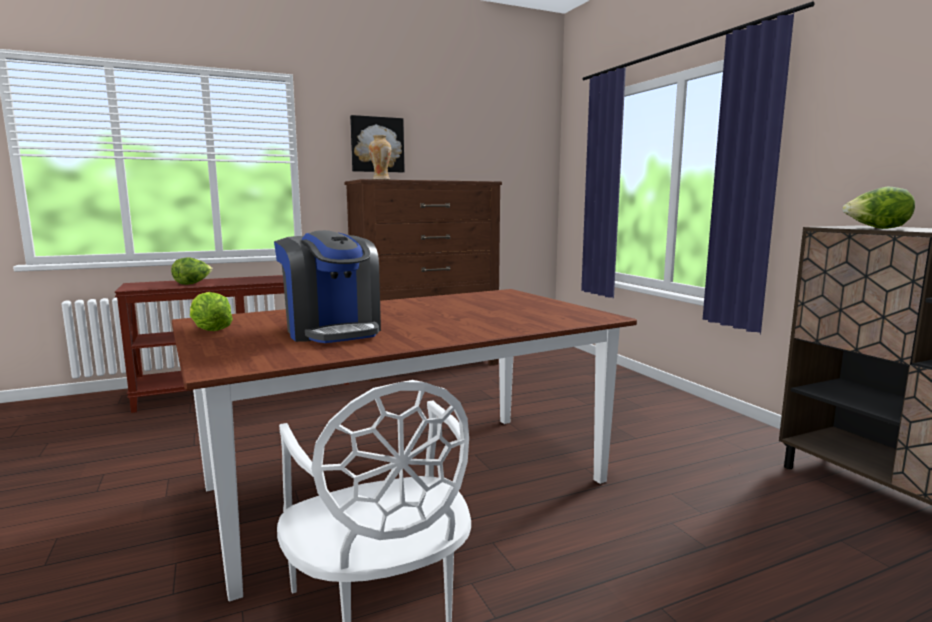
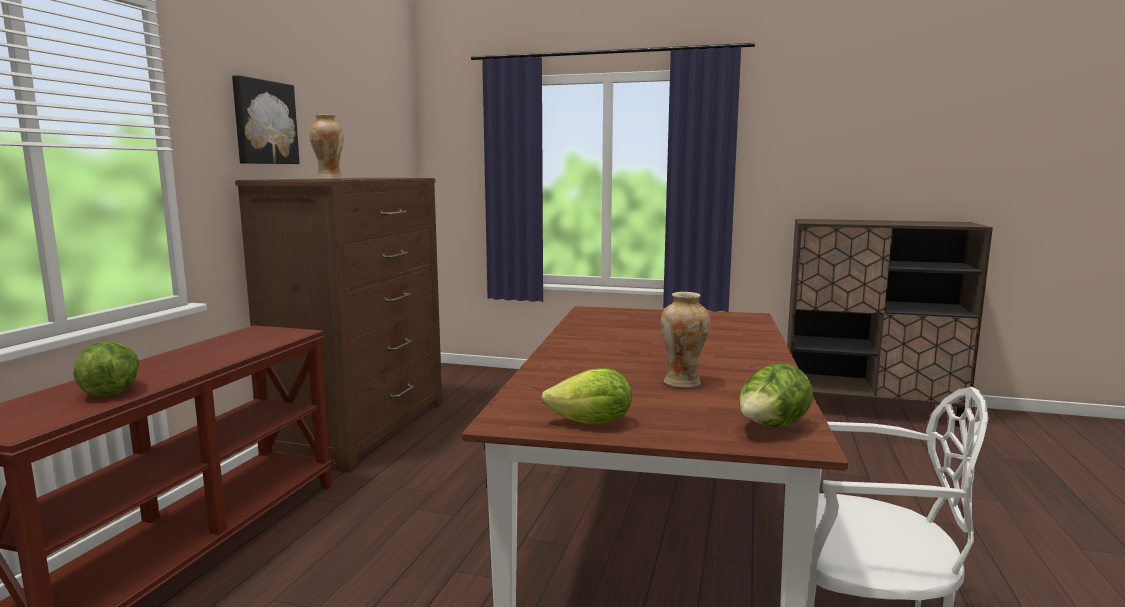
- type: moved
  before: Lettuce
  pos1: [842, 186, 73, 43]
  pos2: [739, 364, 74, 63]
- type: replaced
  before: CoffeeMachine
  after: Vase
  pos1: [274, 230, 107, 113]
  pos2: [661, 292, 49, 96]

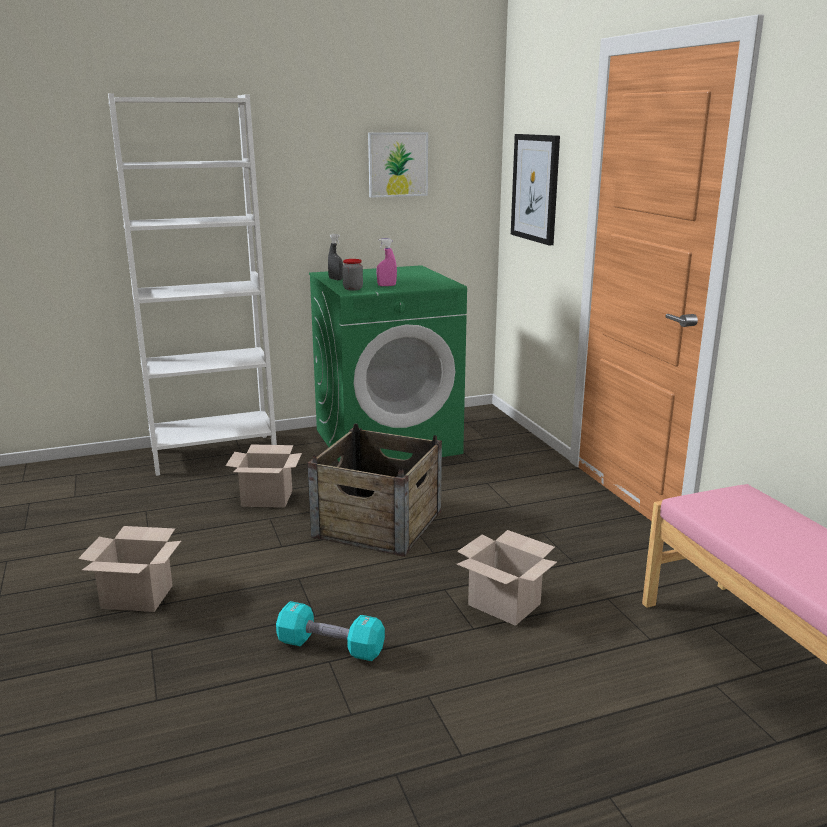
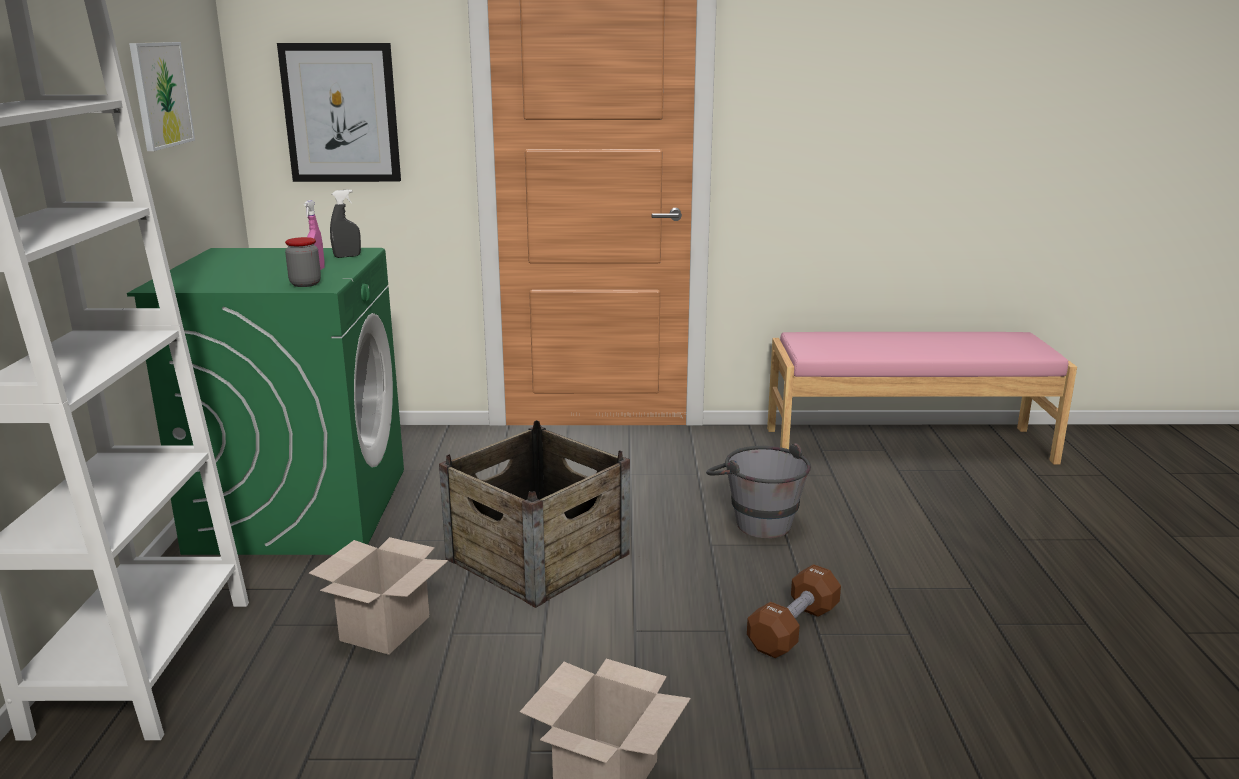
- type: moved
  before: GreySprayBottle
  pos1: [328, 234, 15, 46]
  pos2: [330, 189, 31, 69]
- type: replaced
  before: CardboardBox
  after: GreyBucket
  pos1: [457, 530, 100, 96]
  pos2: [706, 443, 105, 95]
- type: recoloured
  before: TurquoiseDumbbell
  after: BrownDumbbell
  pos1: [276, 601, 109, 60]
  pos2: [747, 564, 94, 94]

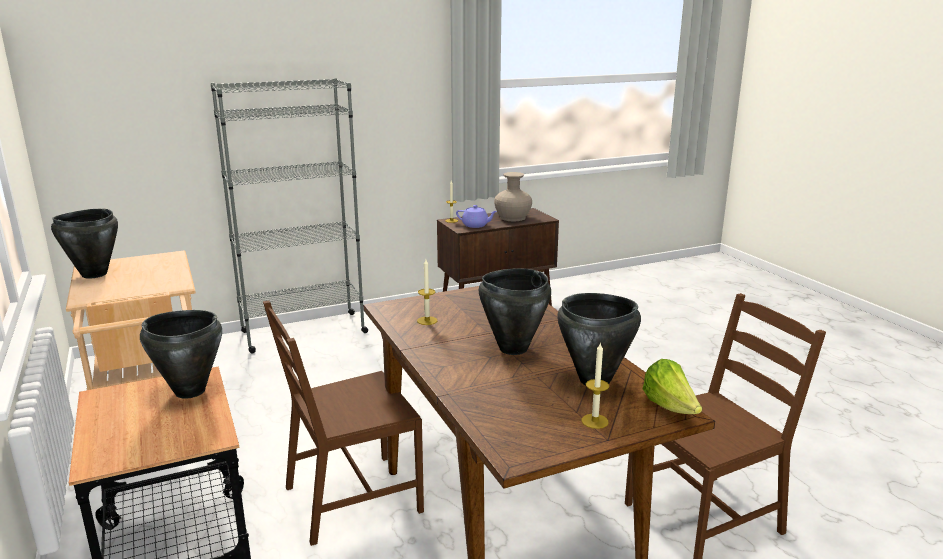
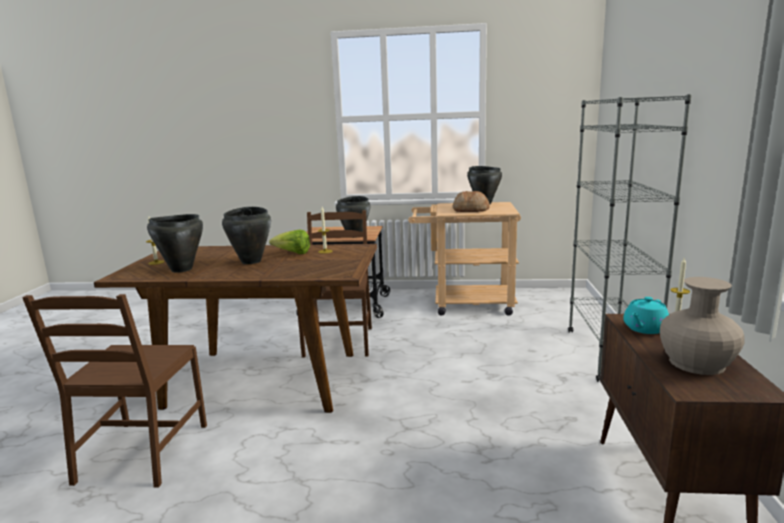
- type: added
  after: Bread
  pos2: [453, 191, 37, 21]
- type: moved
  before: Lettuce
  pos1: [643, 359, 59, 55]
  pos2: [269, 229, 41, 25]
- type: recoloured
  before: PurpleTeapot
  after: TurquoiseTeapot
  pos1: [456, 205, 41, 23]
  pos2: [623, 297, 46, 37]

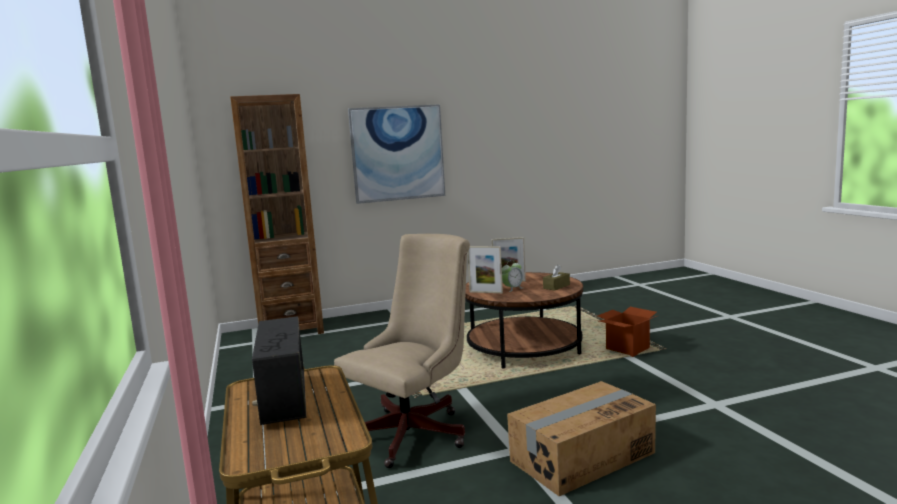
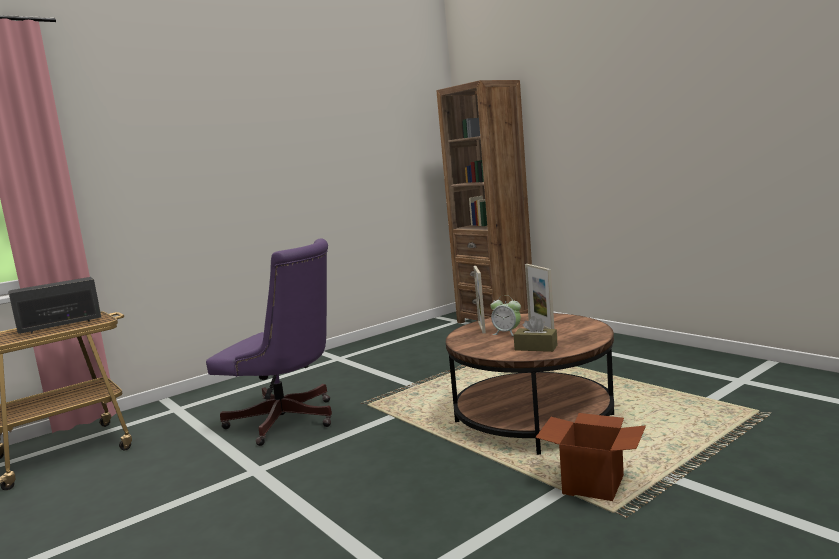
- type: removed
  before: Picture
  pos1: [348, 104, 97, 100]
- type: removed
  before: CardboardBox
  pos1: [507, 381, 149, 115]
- type: recoloured
  before: BeigeOfficeChair
  after: PurpleOfficeChair
  pos1: [334, 234, 136, 234]
  pos2: [206, 238, 126, 208]

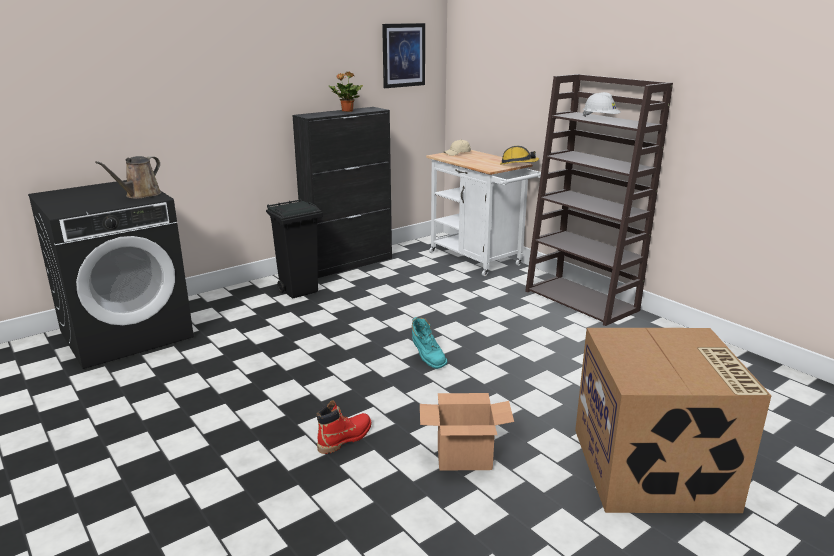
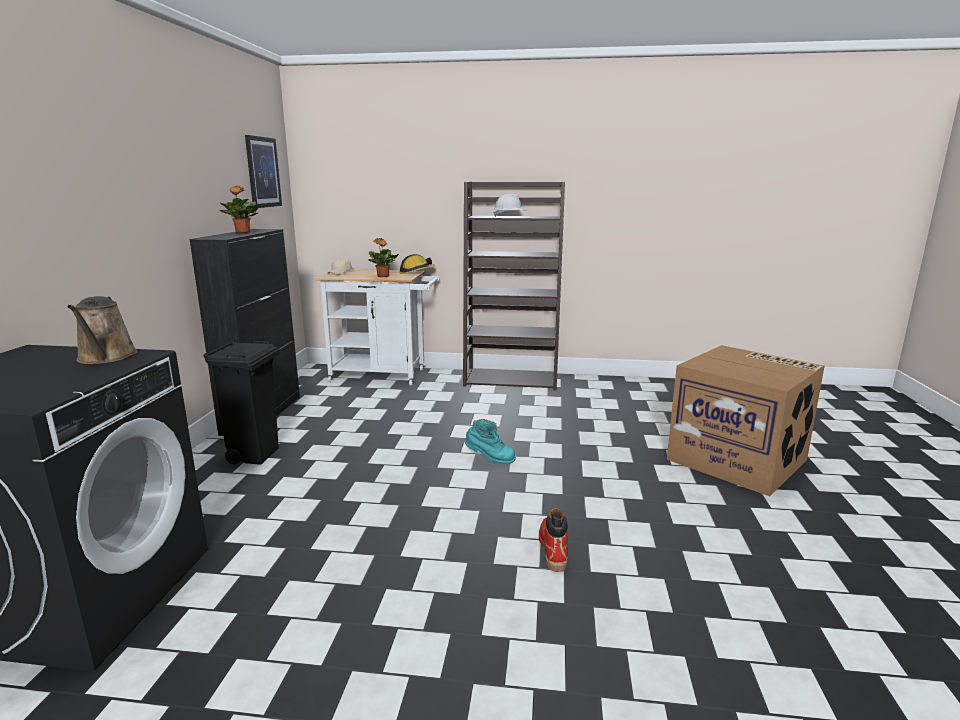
- type: removed
  before: CardboardBox
  pos1: [420, 393, 94, 78]
- type: added
  after: PottedPlant
  pos2: [368, 238, 31, 39]

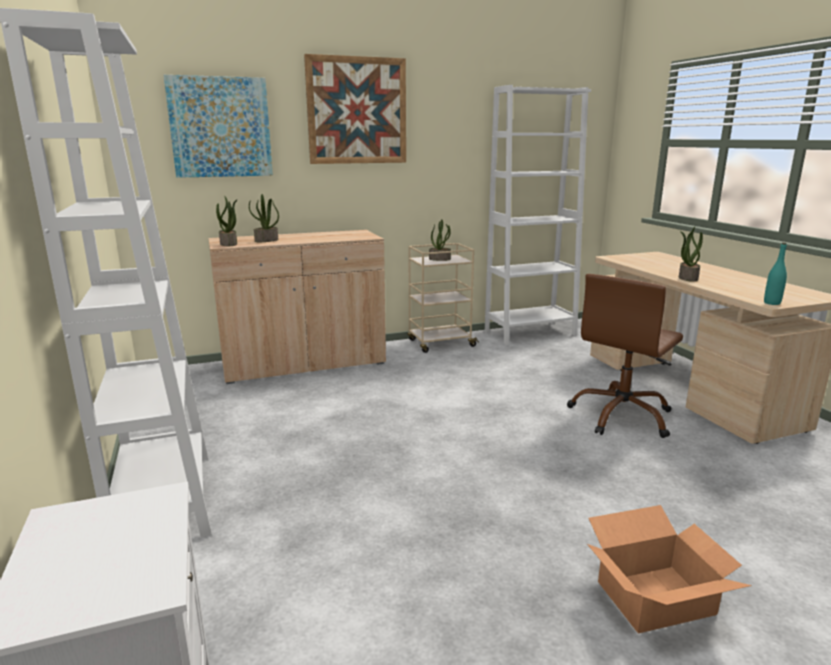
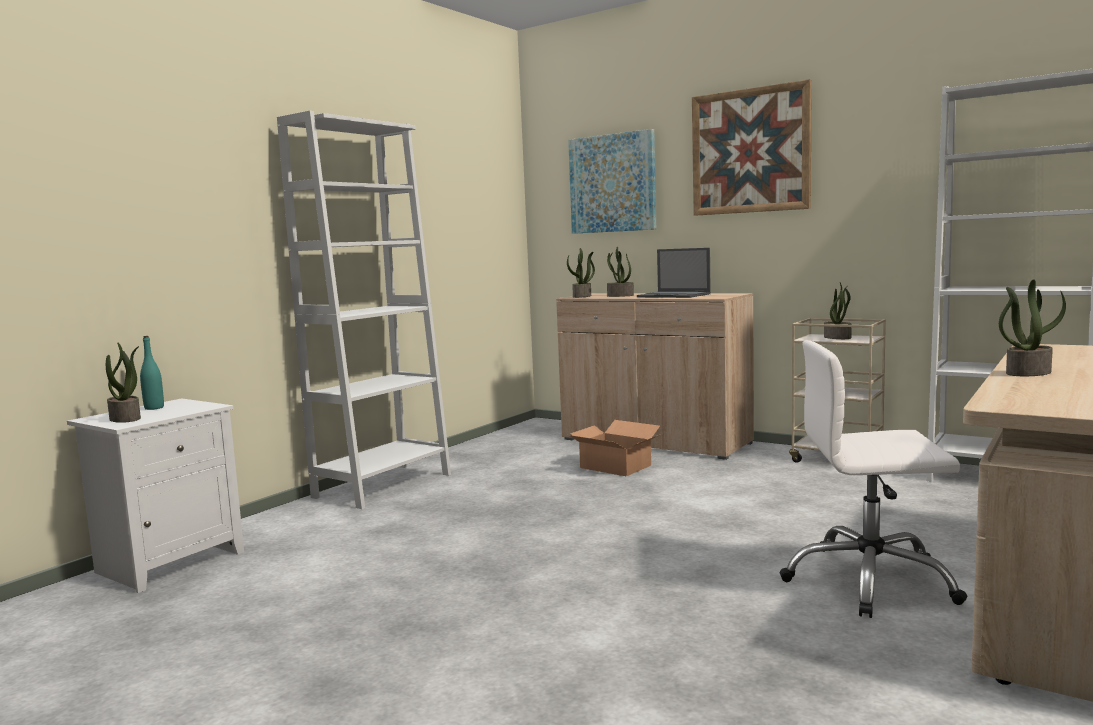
- type: added
  after: PottedPlant
  pos2: [106, 342, 35, 81]
- type: added
  after: Laptop
  pos2: [637, 248, 74, 50]
- type: moved
  before: CardboardBox
  pos1: [587, 505, 165, 129]
  pos2: [568, 420, 92, 56]
- type: moved
  before: TurquoiseBottle
  pos1: [764, 243, 23, 62]
  pos2: [140, 336, 24, 74]
- type: recoloured
  before: BrownOfficeChair
  after: WhiteOfficeChair
  pos1: [567, 274, 116, 164]
  pos2: [780, 340, 187, 278]

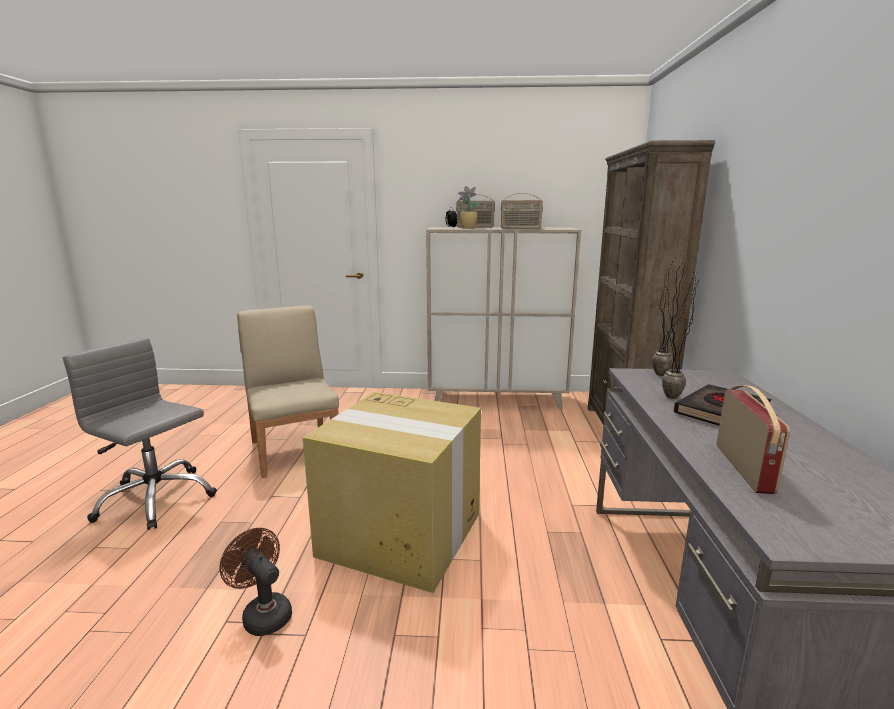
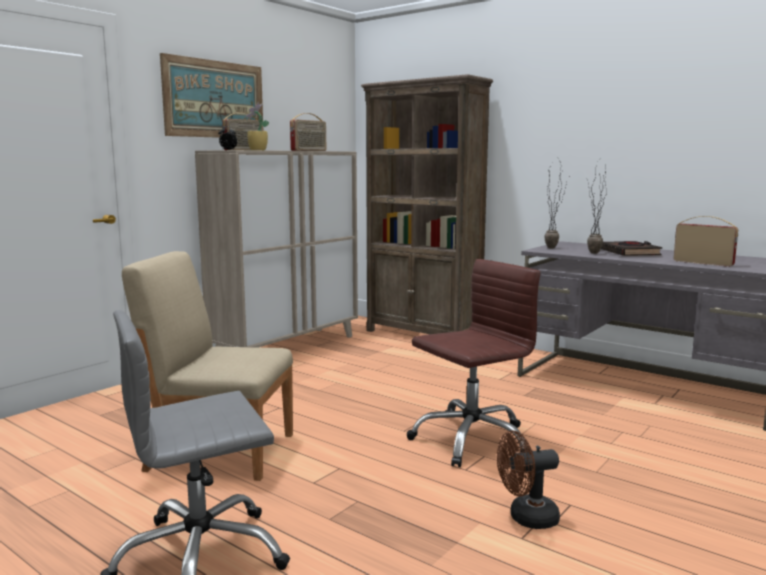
- type: added
  after: Picture
  pos2: [160, 53, 103, 85]
- type: replaced
  before: CardboardBox
  after: BrownOfficeChair
  pos1: [303, 392, 178, 201]
  pos2: [407, 259, 133, 208]

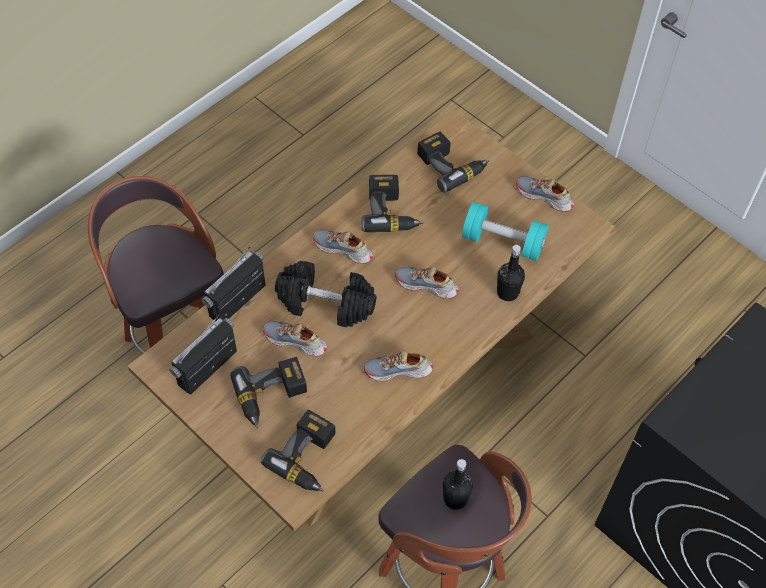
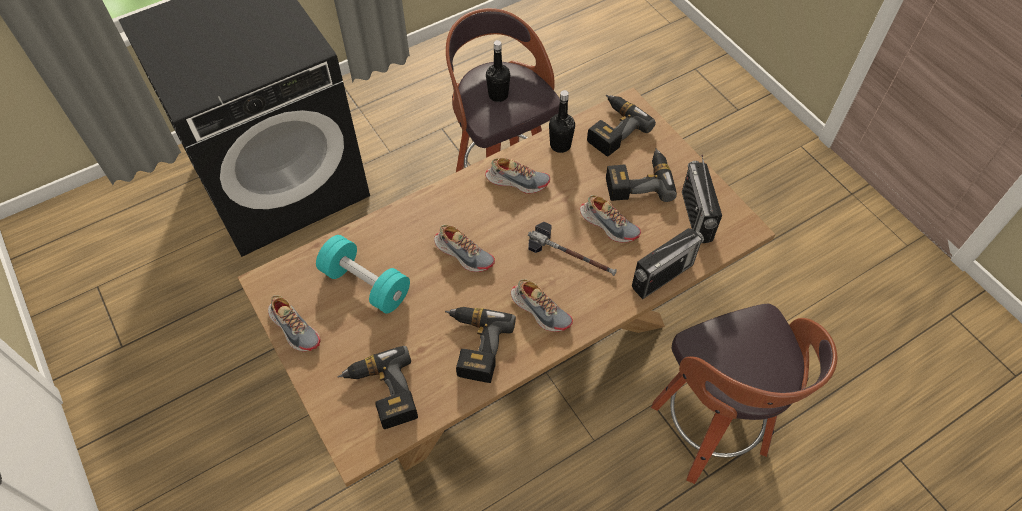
- type: moved
  before: BlackBottle
  pos1: [497, 245, 28, 56]
  pos2: [549, 90, 26, 63]
- type: replaced
  before: BlackDumbbell
  after: Hammer
  pos1: [275, 261, 101, 66]
  pos2: [528, 222, 89, 54]
- type: turned
  before: Radio
  pos1: [169, 315, 68, 79]
  pos2: [682, 155, 40, 88]
  turn: 120

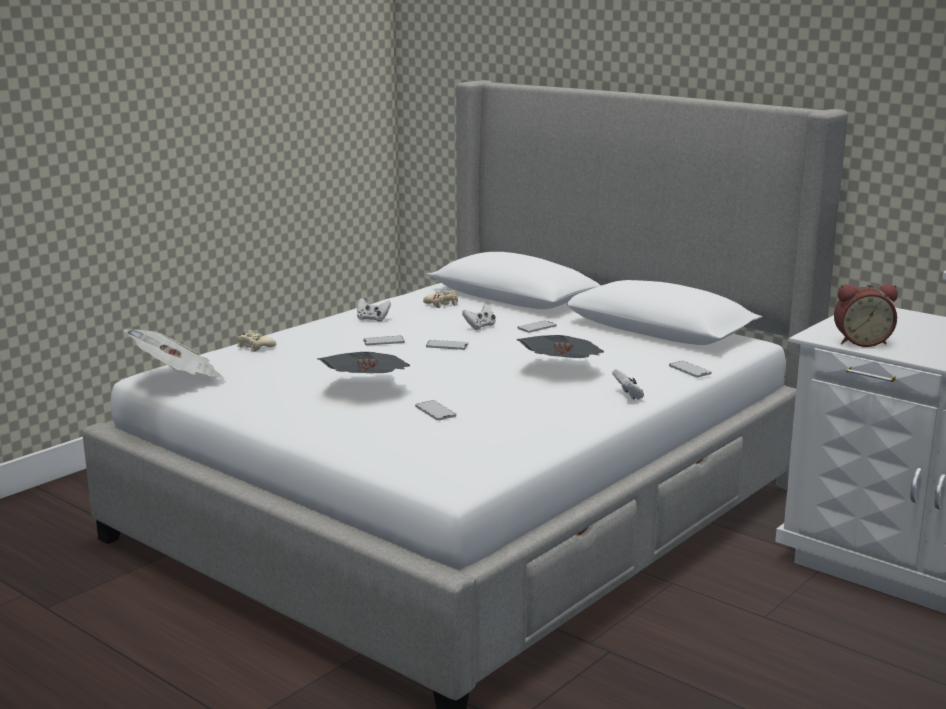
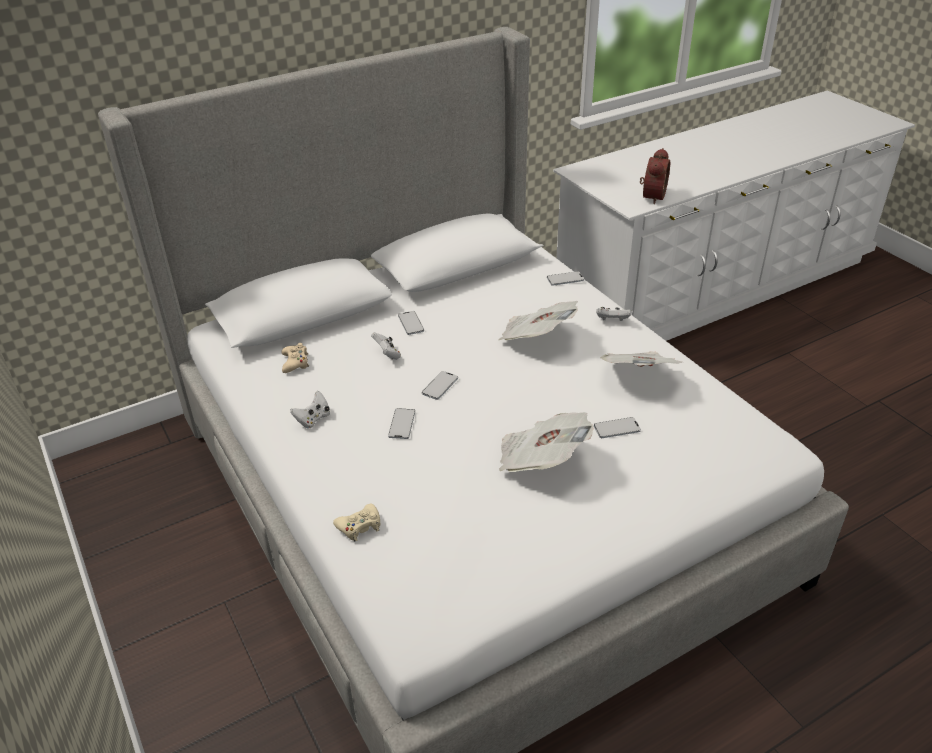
- type: moved
  before: Newspaper
  pos1: [124, 329, 99, 49]
  pos2: [600, 351, 82, 16]

